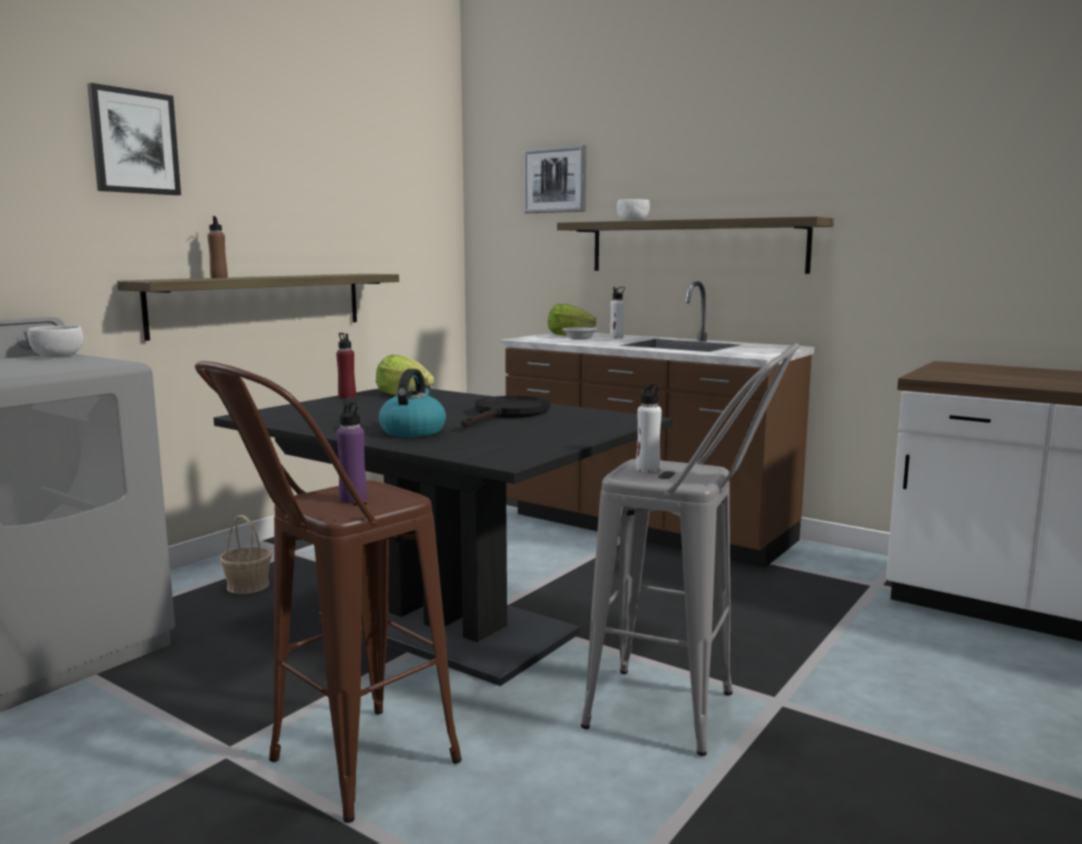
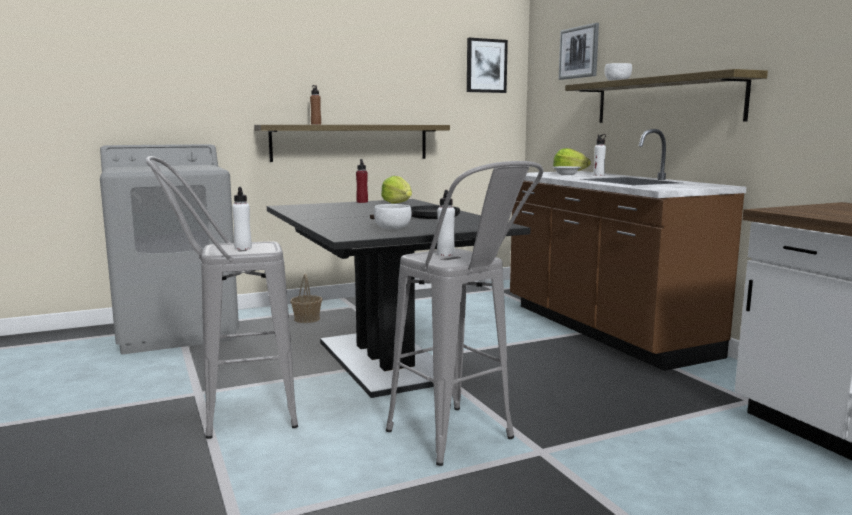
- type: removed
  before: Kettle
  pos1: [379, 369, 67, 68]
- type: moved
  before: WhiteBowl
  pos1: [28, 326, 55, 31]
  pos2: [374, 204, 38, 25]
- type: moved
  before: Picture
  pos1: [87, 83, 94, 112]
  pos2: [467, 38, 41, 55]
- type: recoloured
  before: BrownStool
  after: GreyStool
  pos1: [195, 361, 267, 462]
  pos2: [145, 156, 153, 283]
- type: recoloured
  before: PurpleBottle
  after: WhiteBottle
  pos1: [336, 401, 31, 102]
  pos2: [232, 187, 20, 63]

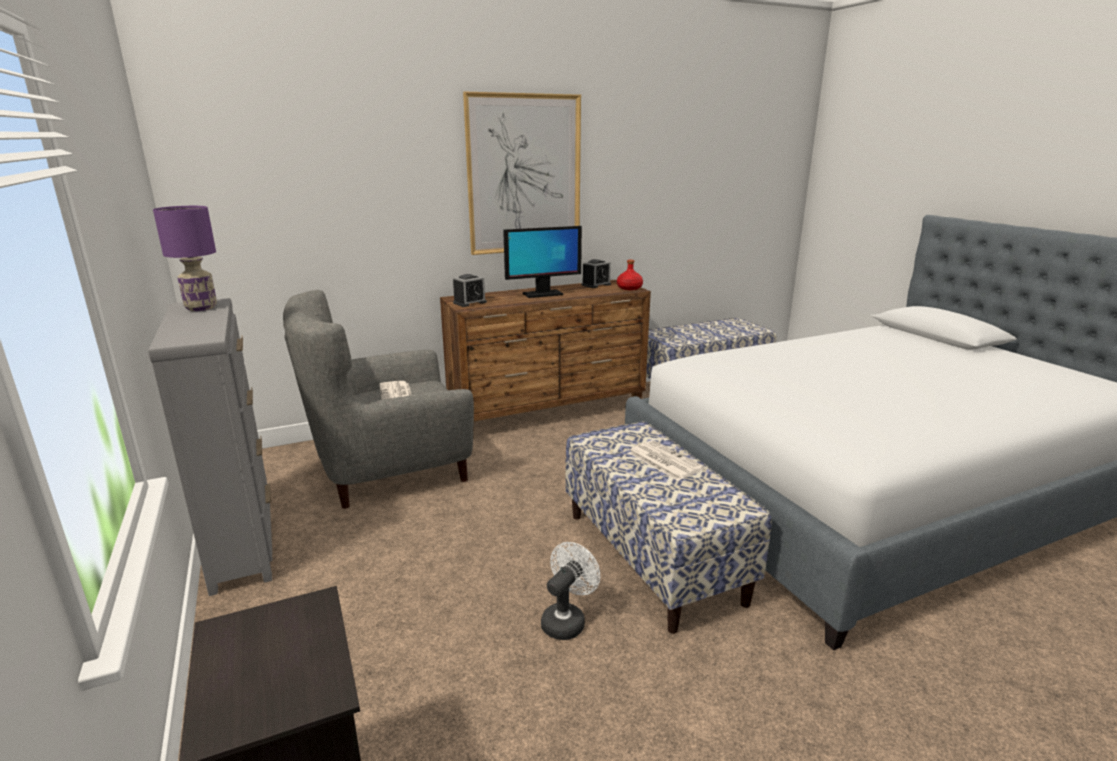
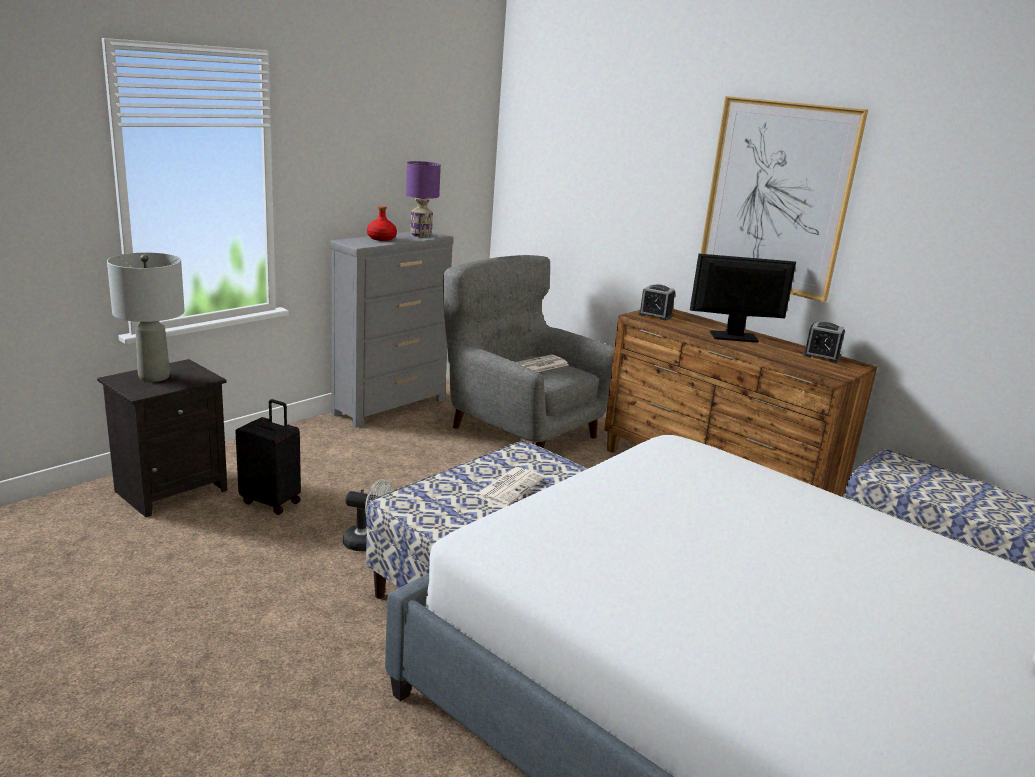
- type: added
  after: GreyTableLamp
  pos2: [107, 253, 78, 129]
- type: added
  after: BlackSuitcase
  pos2: [235, 399, 66, 116]
- type: moved
  before: RedBottle
  pos1: [617, 260, 26, 30]
  pos2: [367, 206, 30, 35]
- type: turned
  before: Monitor
  pos1: [503, 226, 79, 72]
  pos2: [690, 254, 106, 89]
  turn: 135

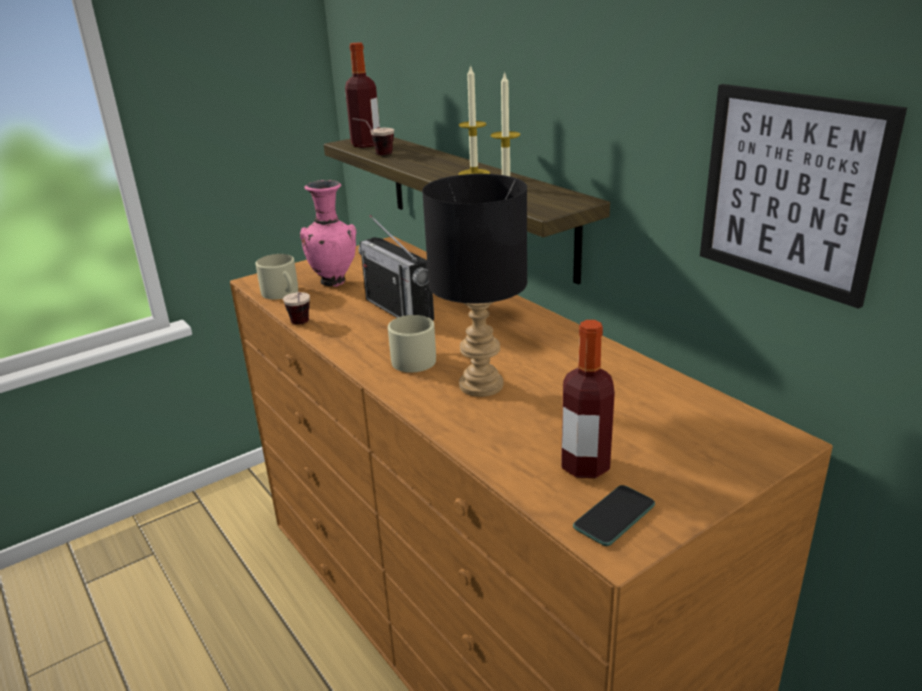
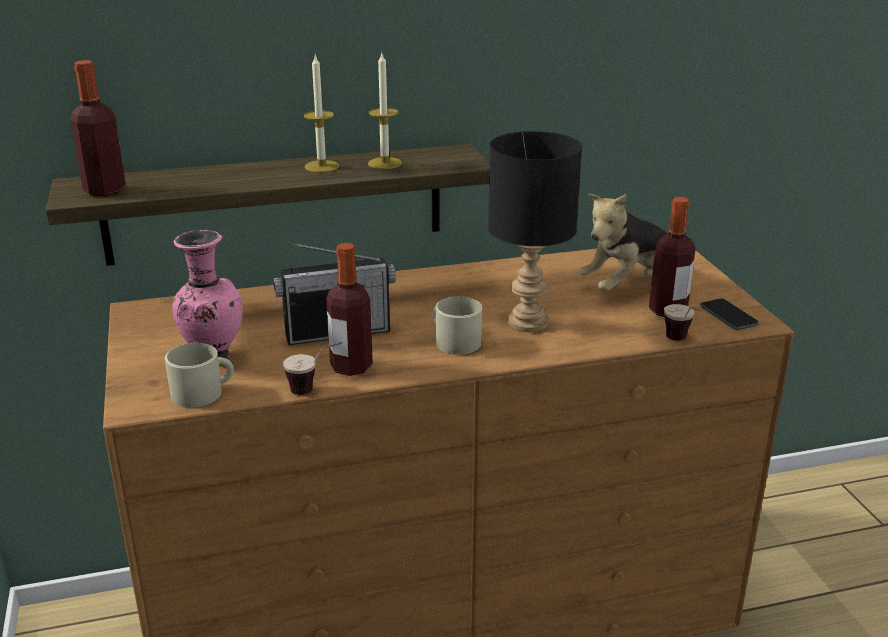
- type: removed
  before: Picture
  pos1: [700, 84, 207, 225]
- type: added
  after: Bottle
  pos2: [326, 243, 47, 133]
- type: added
  after: PlushToy
  pos2: [579, 194, 88, 97]
- type: moved
  before: Cup
  pos1: [352, 118, 42, 37]
  pos2: [664, 304, 37, 37]

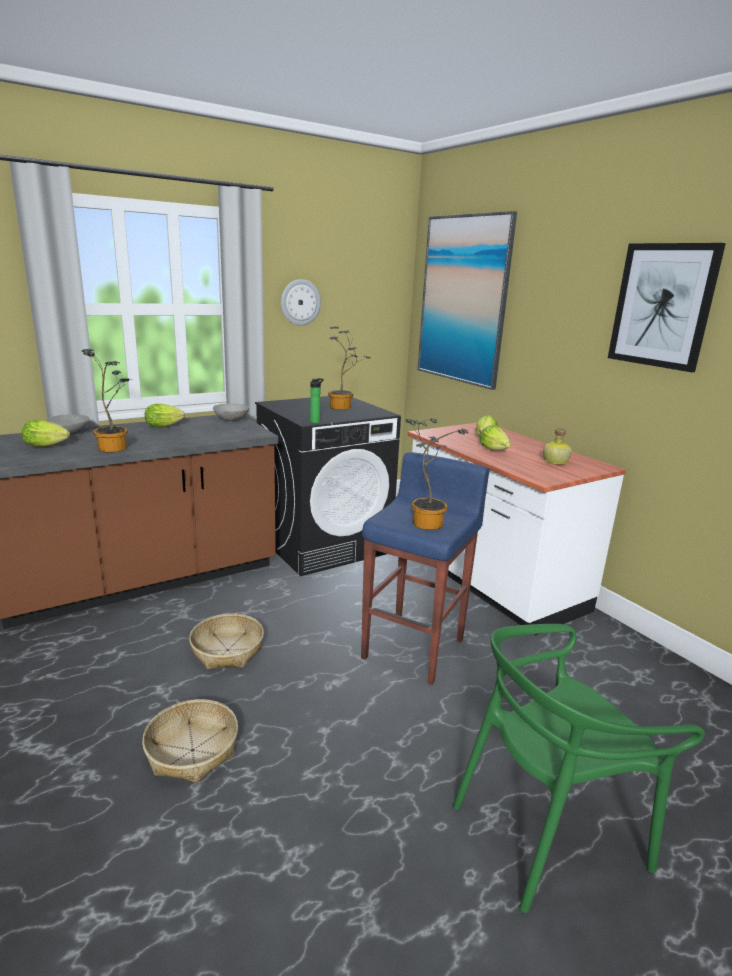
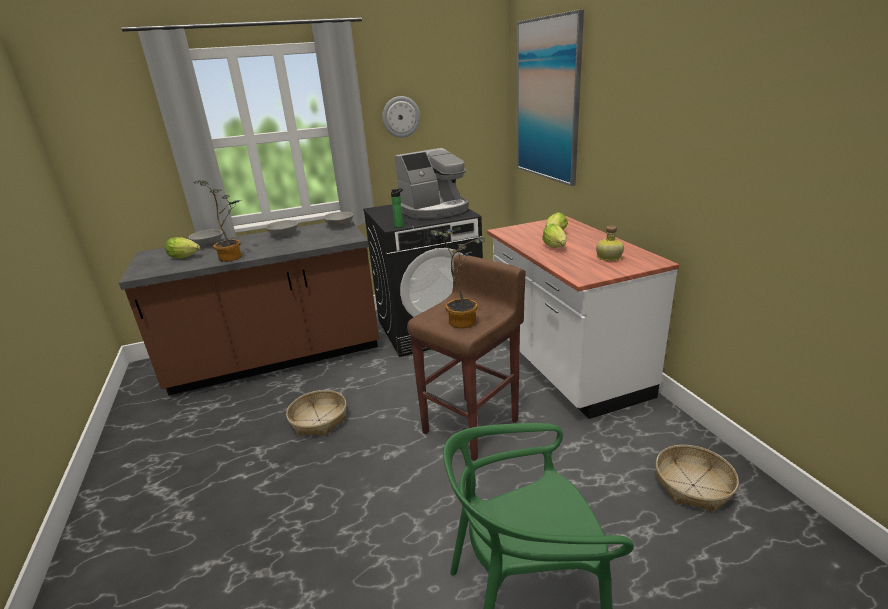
- type: removed
  before: Picture
  pos1: [608, 243, 118, 129]
- type: moved
  before: Basket
  pos1: [142, 699, 96, 84]
  pos2: [656, 445, 83, 67]
- type: replaced
  before: Lettuce
  after: GreyBowl
  pos1: [145, 404, 40, 23]
  pos2: [265, 220, 33, 17]
- type: replaced
  before: PottedPlant
  after: CoffeeMachine
  pos1: [328, 327, 43, 83]
  pos2: [395, 148, 74, 71]
- type: recoloured
  before: BlueStool
  after: BrownStool
  pos1: [361, 452, 129, 233]
  pos2: [407, 255, 119, 206]

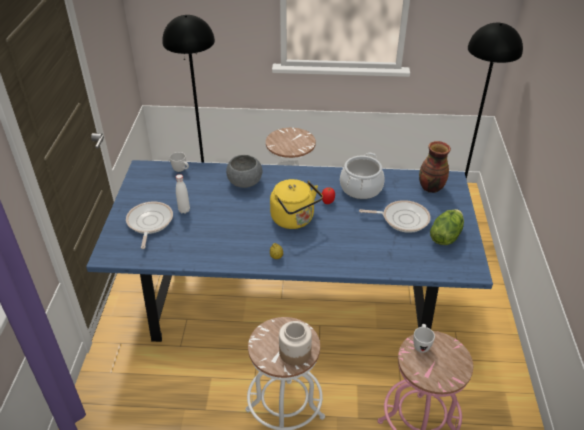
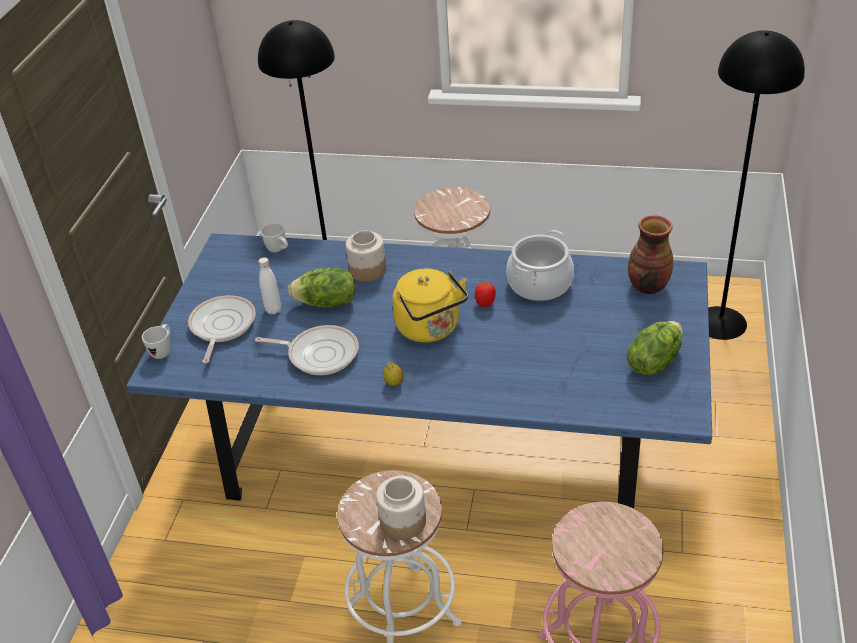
- type: added
  after: Lettuce
  pos2: [288, 267, 67, 41]
- type: moved
  before: FryingPan
  pos1: [359, 200, 72, 33]
  pos2: [255, 325, 104, 50]
- type: moved
  before: WhiteMug
  pos1: [413, 324, 22, 29]
  pos2: [142, 324, 28, 35]
- type: replaced
  before: GreyBowl
  after: Jar
  pos1: [226, 155, 36, 33]
  pos2: [346, 230, 40, 52]

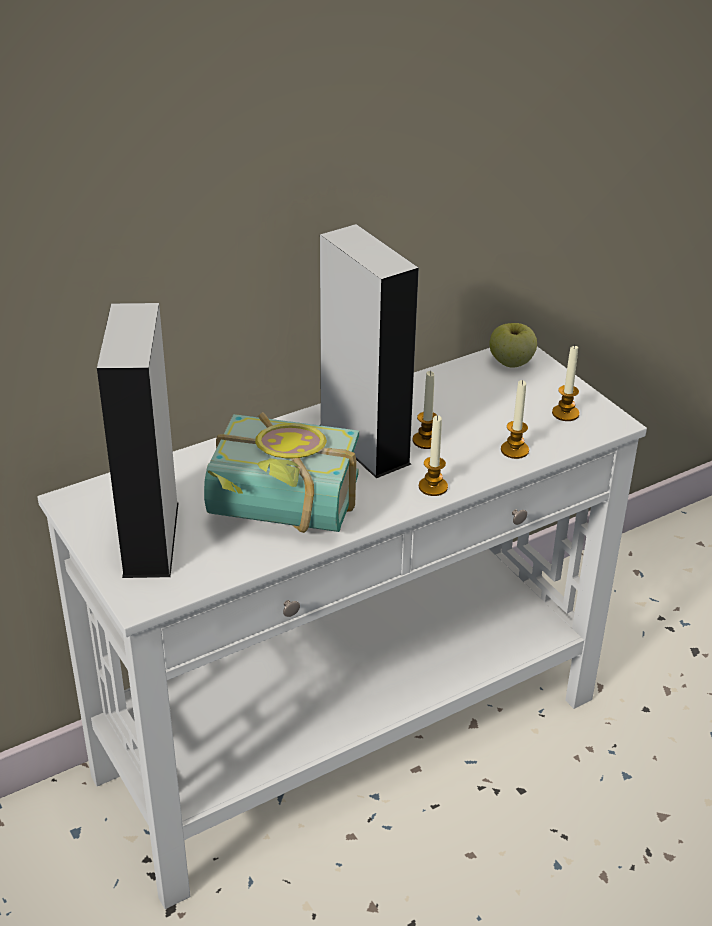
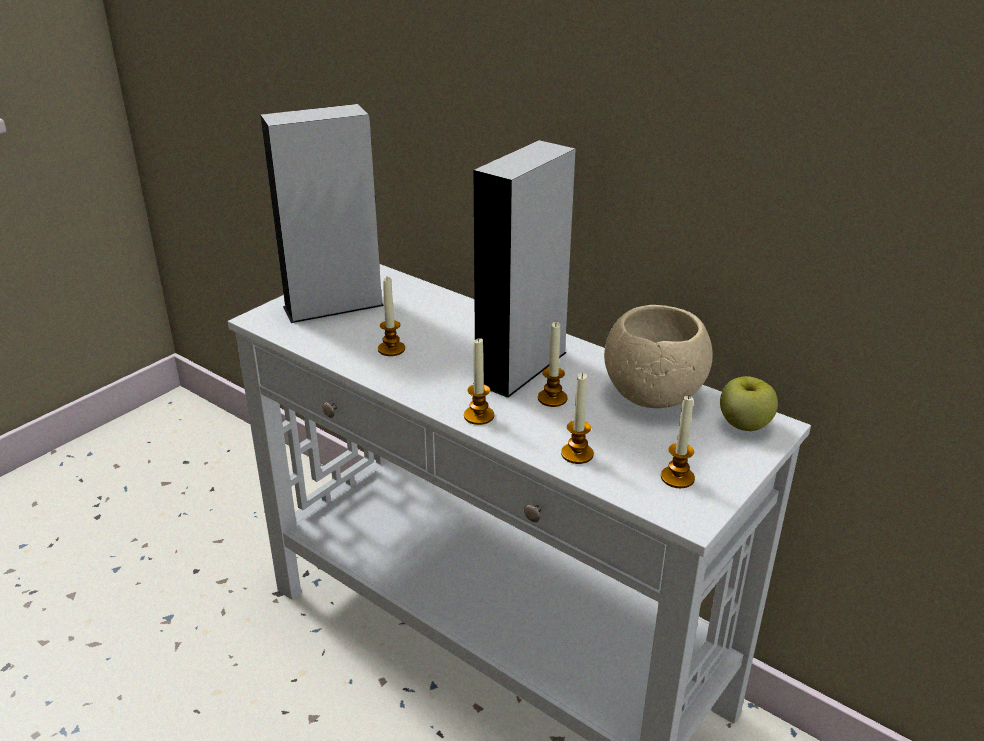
- type: added
  after: BeigeBowl
  pos2: [604, 305, 109, 103]
- type: replaced
  before: Book
  after: Candle
  pos1: [204, 412, 155, 121]
  pos2: [378, 277, 27, 79]

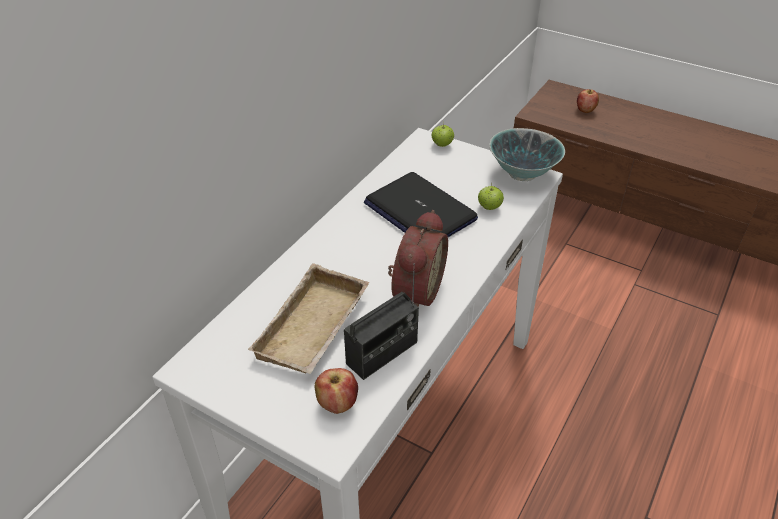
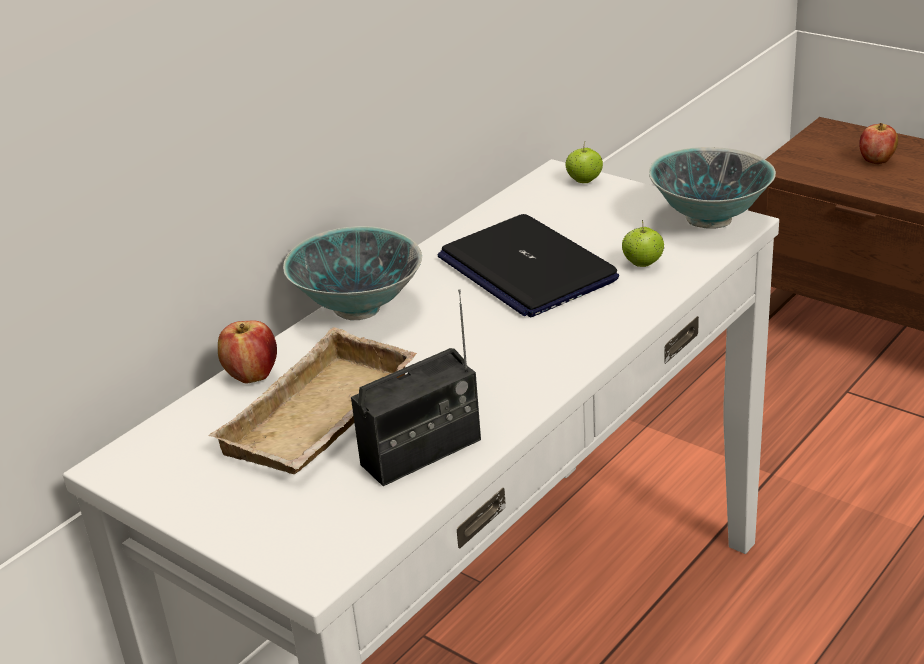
- type: removed
  before: AlarmClock
  pos1: [388, 210, 60, 97]
- type: added
  after: Bowl
  pos2: [283, 226, 139, 94]
- type: moved
  before: Apple
  pos1: [315, 368, 43, 46]
  pos2: [218, 320, 59, 64]

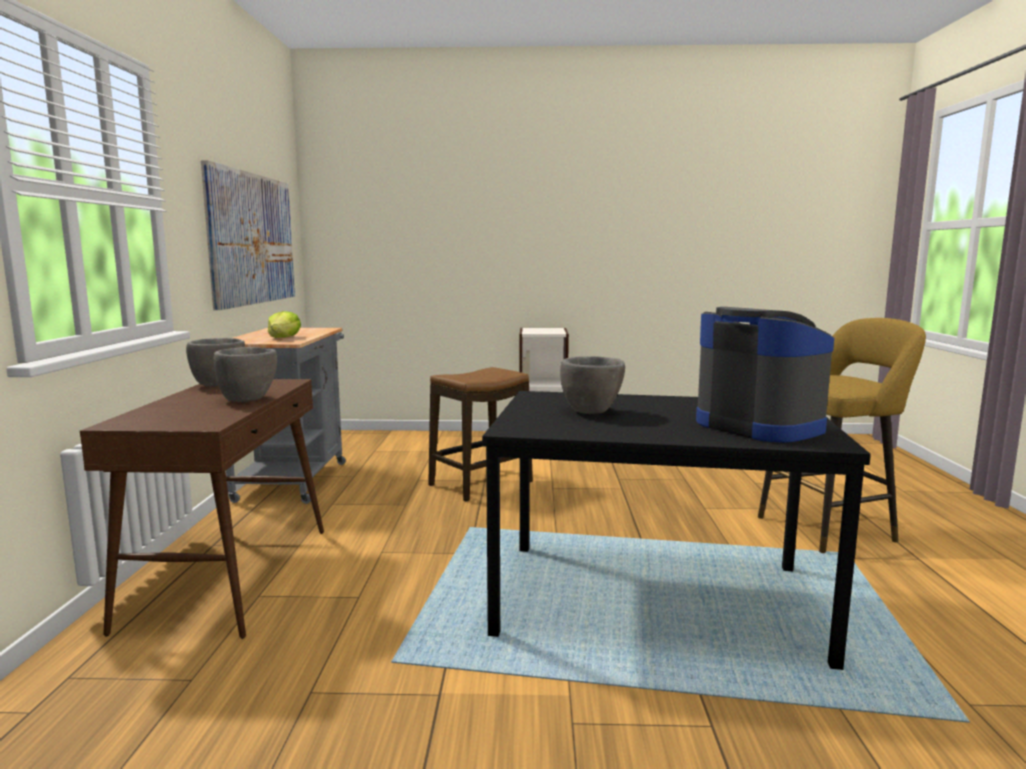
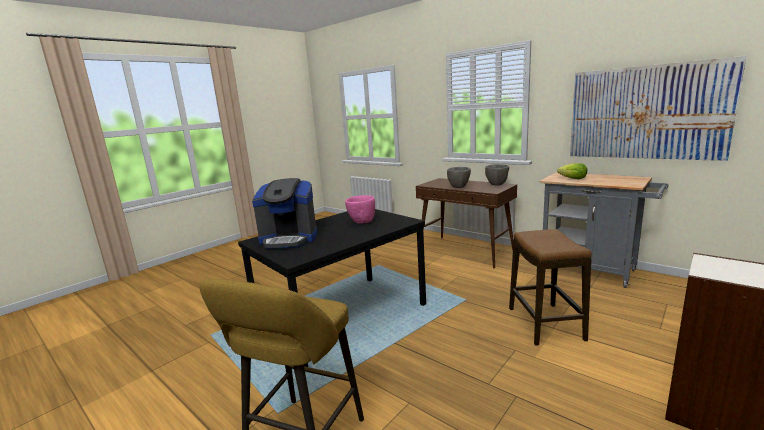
- type: recoloured
  before: GreyBowl
  after: PinkBowl
  pos1: [560, 356, 65, 58]
  pos2: [345, 195, 30, 29]

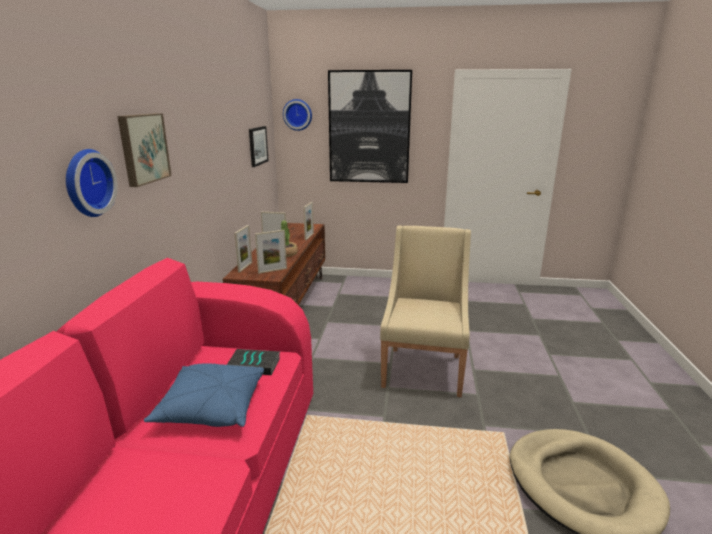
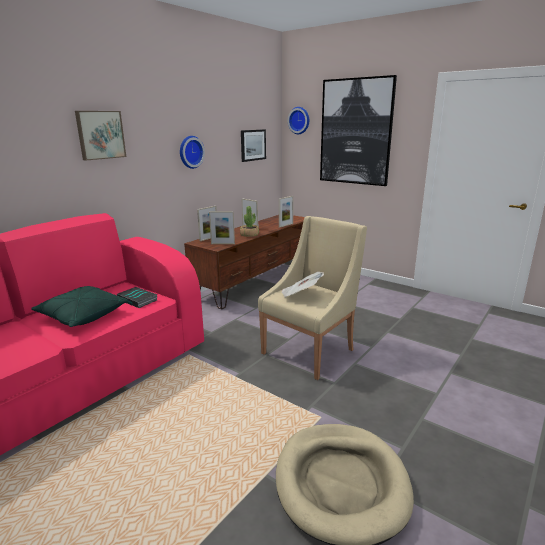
- type: added
  after: Newspaper
  pos2: [282, 272, 42, 26]
- type: moved
  before: WallClock
  pos1: [66, 149, 51, 68]
  pos2: [180, 136, 25, 33]
- type: recoloured
  before: BluePillow
  after: GreenPillow
  pos1: [144, 363, 120, 64]
  pos2: [31, 286, 97, 41]

